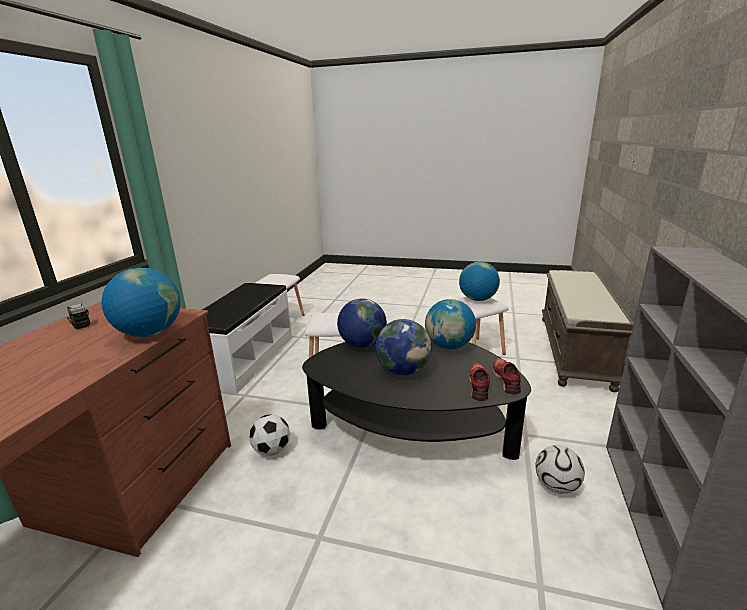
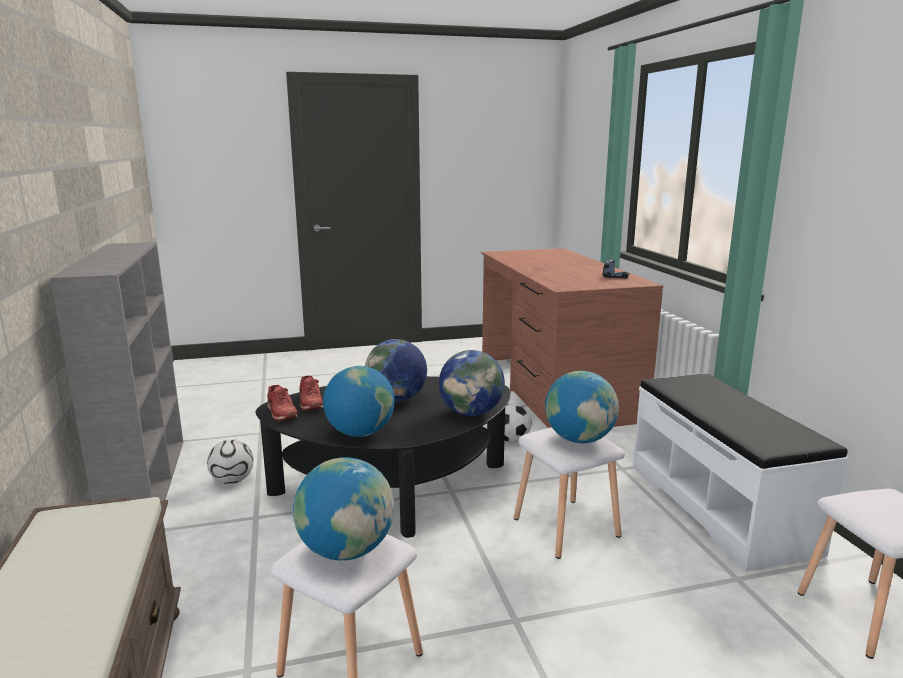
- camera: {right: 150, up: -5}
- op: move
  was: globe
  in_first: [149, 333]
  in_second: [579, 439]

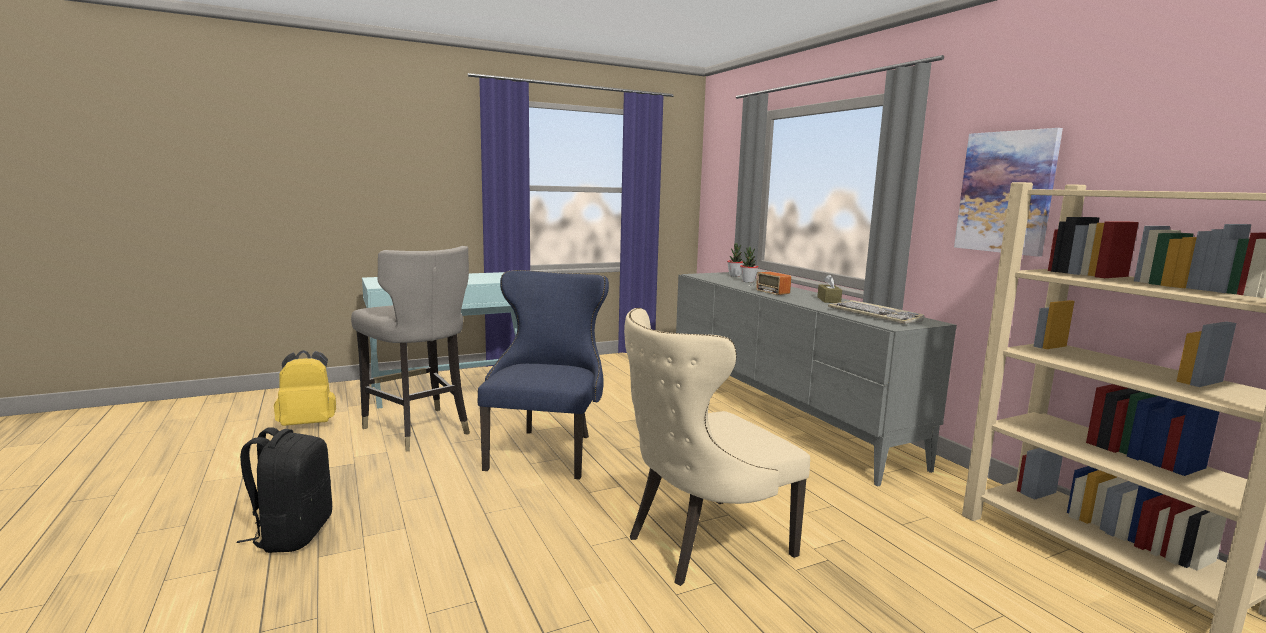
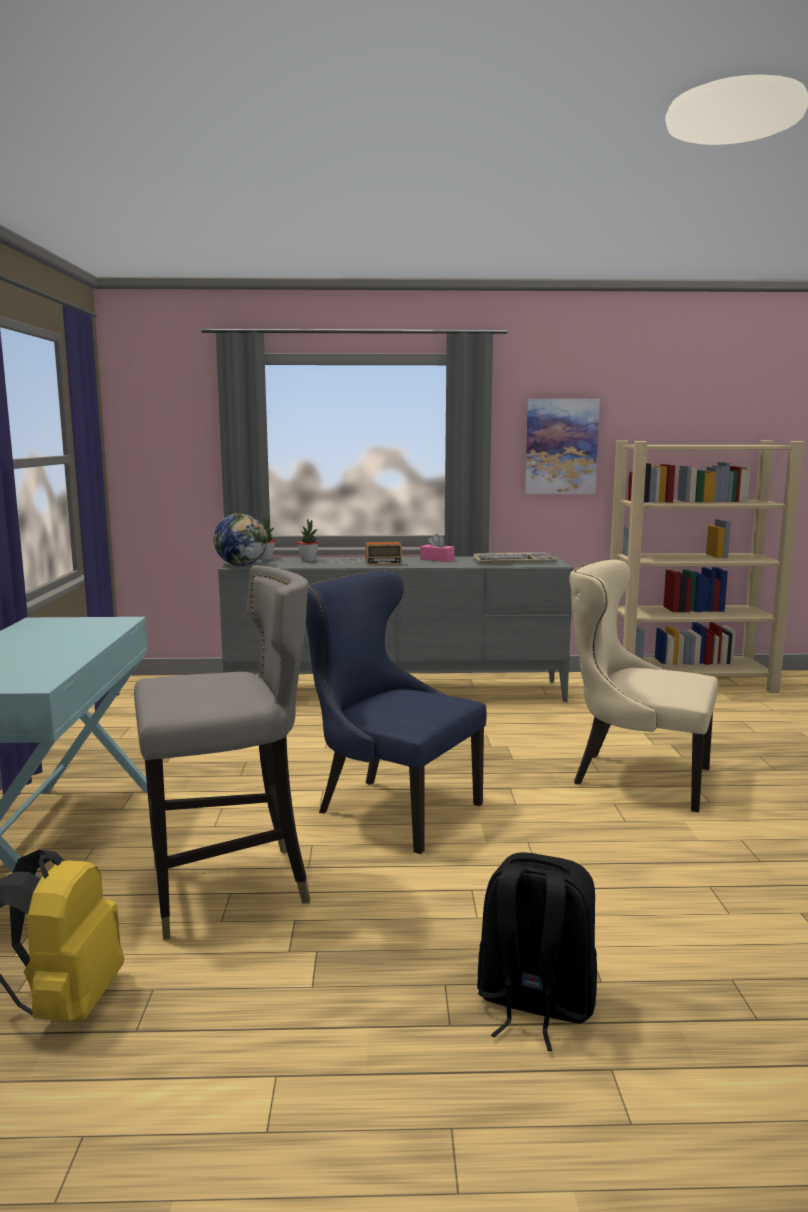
- camera: {right: -65, up: 0}
- op: recolor
  was: brown tissue holder
  now: pinkish tissue holder
  in_first: [828, 300]
  in_second: [437, 559]
- op: rotate
  was: beige upright chair
  in_first: [702, 543]
  in_second: [635, 777]
  clockwise: 120
- op: insert
  now: globe
  in_second: [242, 565]

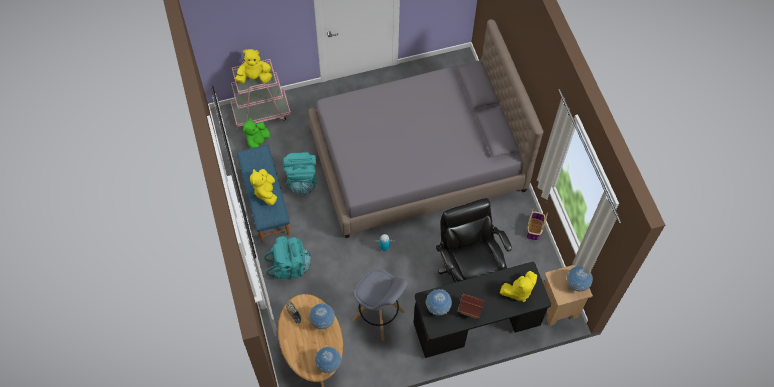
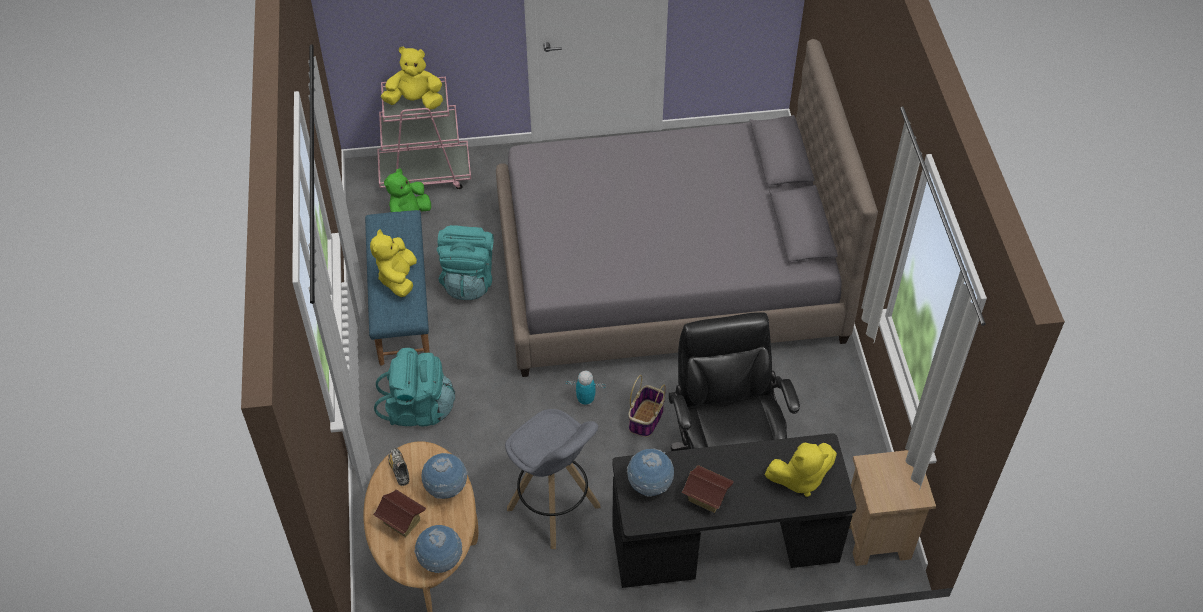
- camera: {right: 10, up: -10}
- op: move
  was: household basket
  in_first: [534, 230]
  in_second: [646, 419]
- op: delete
  was: globe
  in_first: [577, 284]
- op: insert
  now: model house
  in_second: [401, 522]

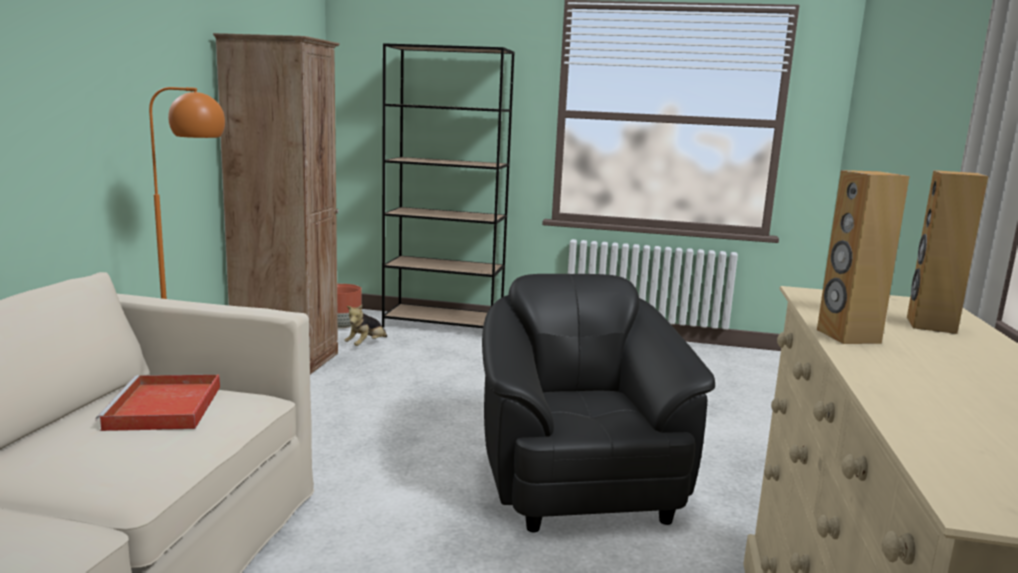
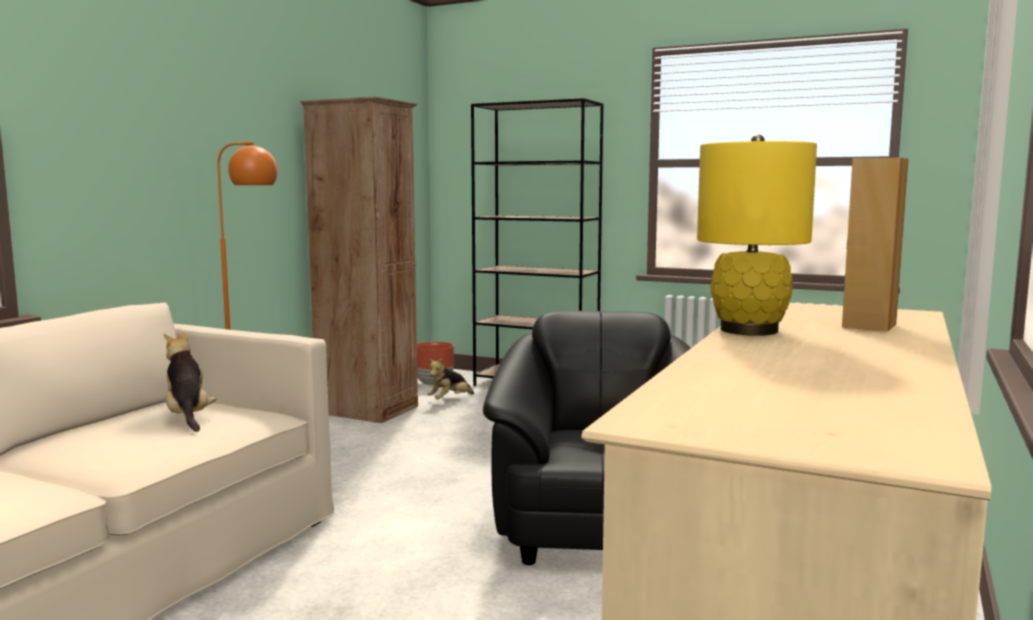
- camera: {right: 15, up: -5}
- op: replace
  was: brown loudspeaker
  now: yellow-coloured lamp for a table
  in_first: [847, 336]
  in_second: [749, 330]
- op: replace
  was: reddish carrying tray
  now: soft toy
  in_first: [164, 408]
  in_second: [188, 417]

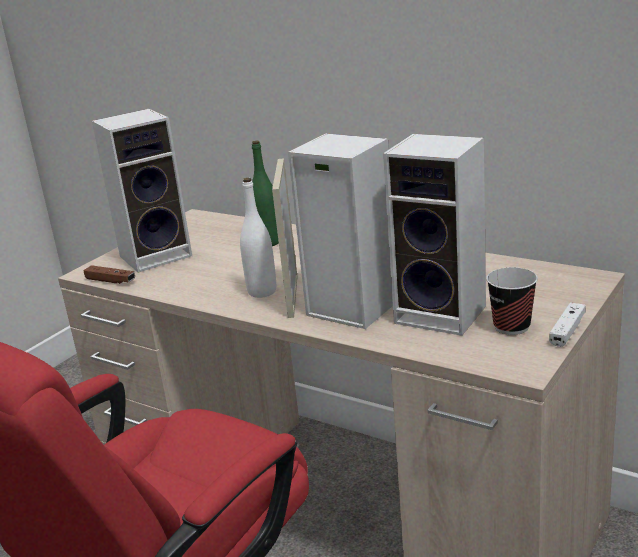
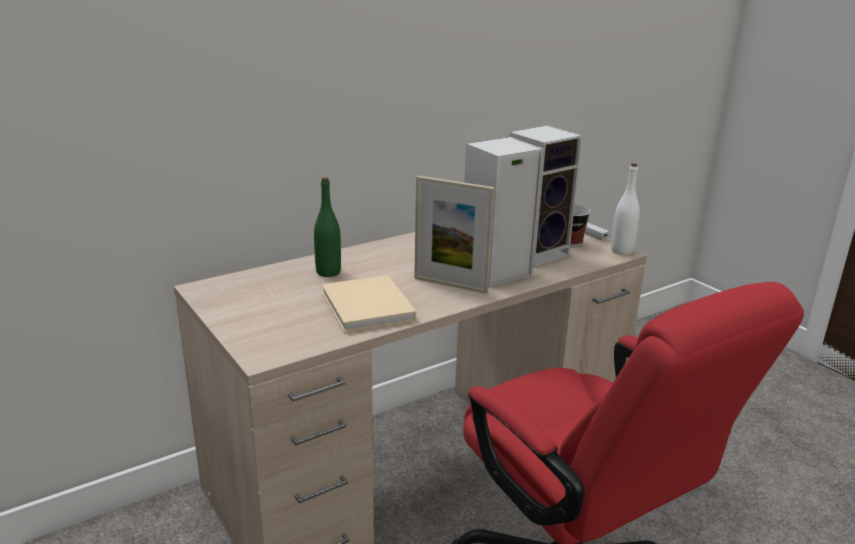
- camera: {right: -70, up: 0}
- op: delete
  was: loudspeaker
  in_first: [157, 255]
- op: move
  was: whitish beverage bottle
  in_first: [262, 292]
  in_second: [622, 251]
- op: delete
  was: brown joypad
  in_first: [110, 281]
- op: insert
  now: beige bound book
  in_second: [368, 308]

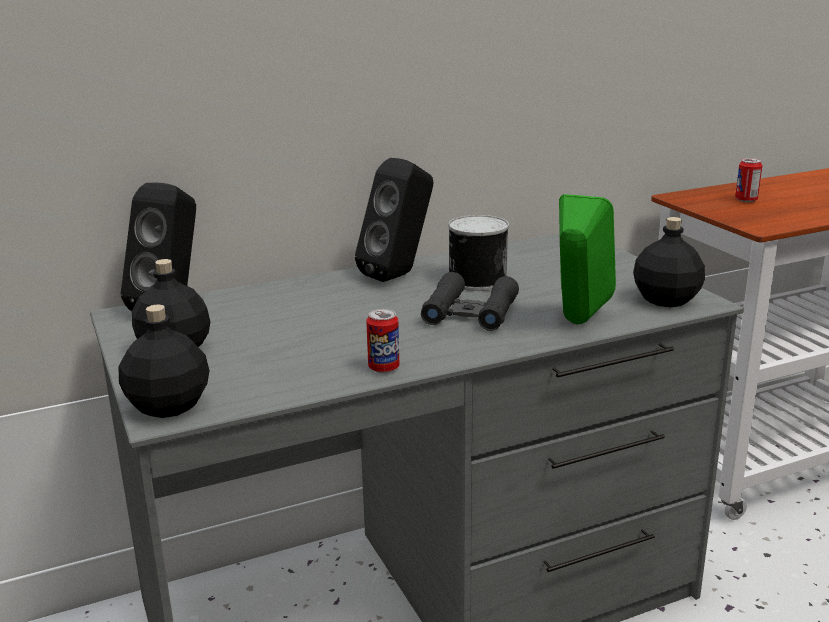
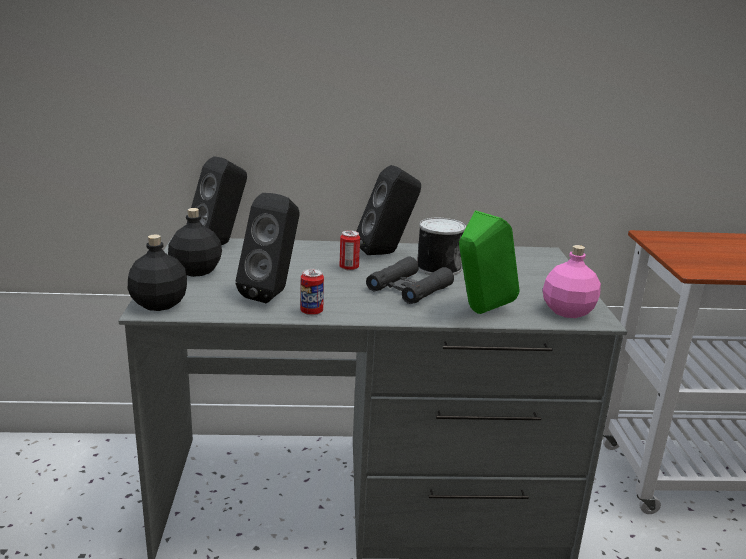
- camera: {right: 20, up: 0}
- op: move
  was: can
  in_first: [746, 200]
  in_second: [349, 268]
- op: recolor
  was: black-coloured beverage bottle
  now: pinkish beverage bottle
  in_first: [666, 300]
  in_second: [567, 311]
- op: insert
  now: black-coloured loudspeaker
  in_second: [273, 294]

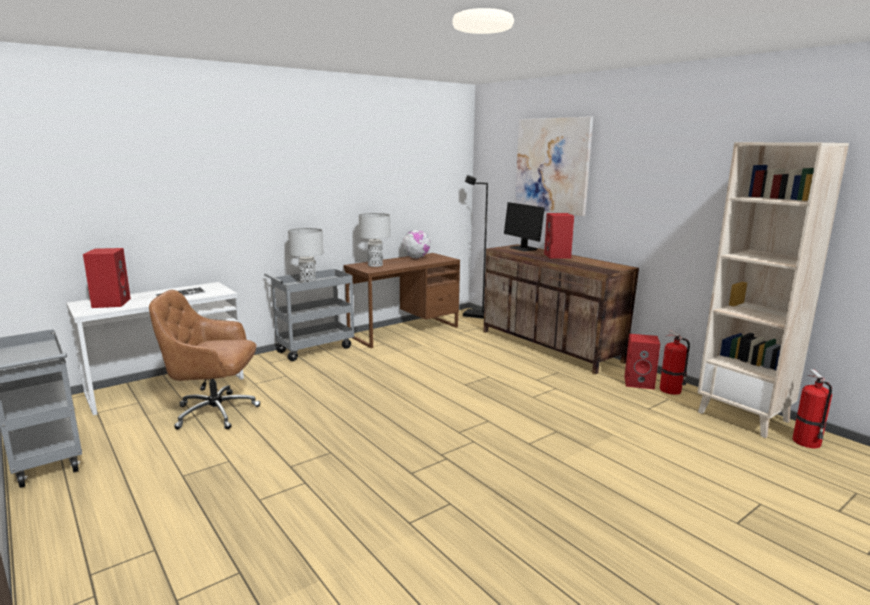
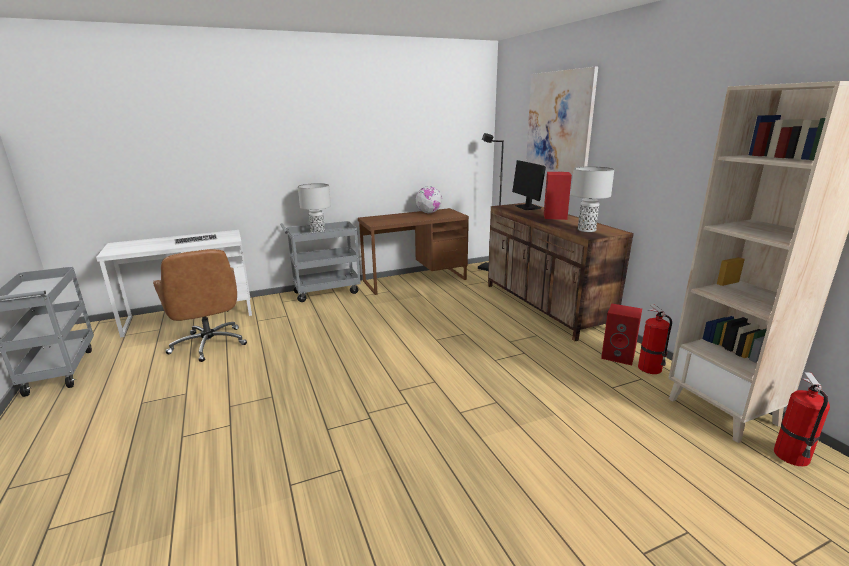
- camera: {right: 15, up: 5}
- op: move
  was: whitish lamp for a table
  in_first: [375, 265]
  in_second: [586, 230]
- op: delete
  was: reddish loudspeaker
  in_first: [111, 303]
- op: rotate
  was: brown office chair
  in_first: [215, 412]
  in_second: [209, 344]
  clockwise: -135

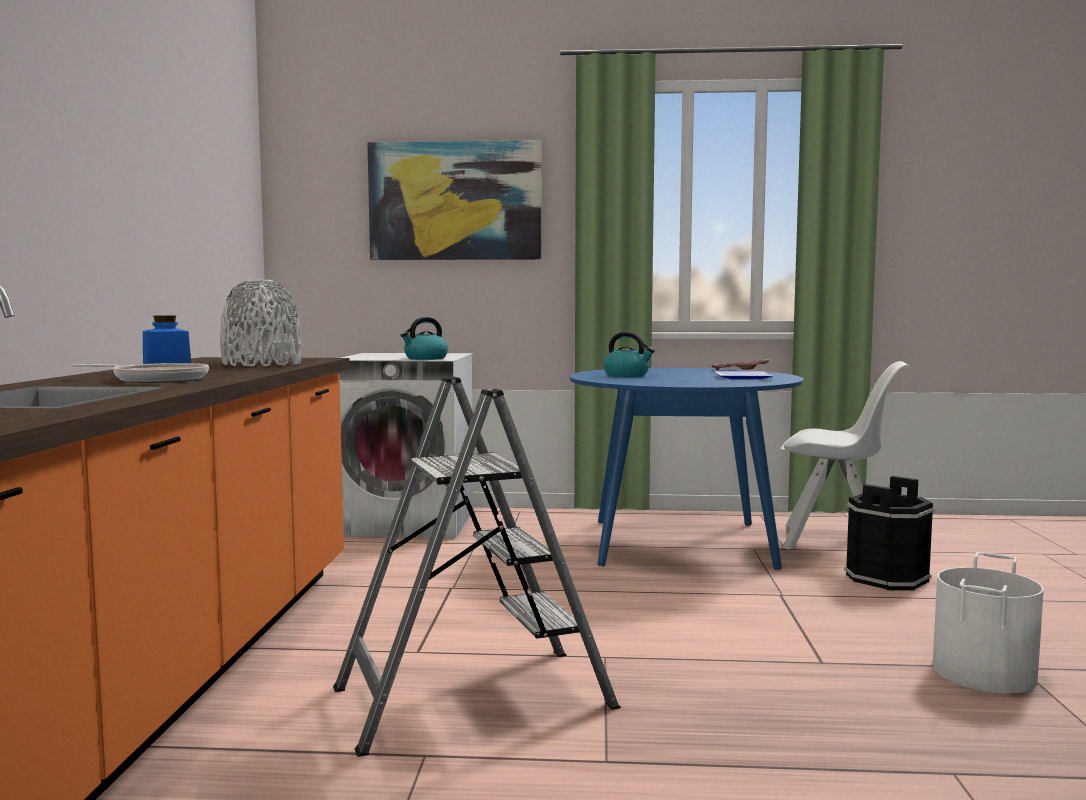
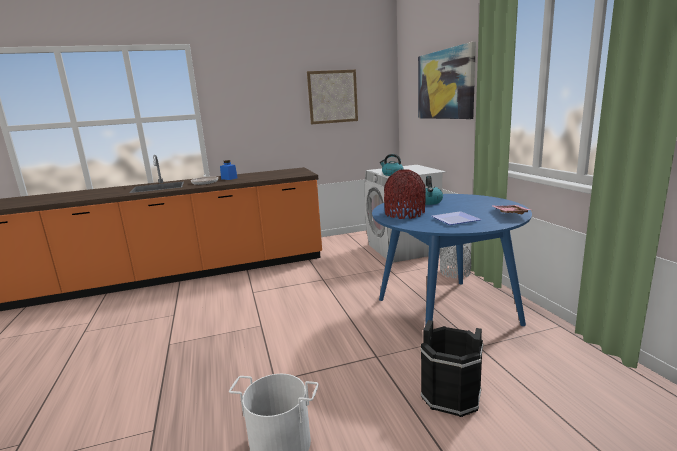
- camera: {right: 70, up: 10}
- op: move
  was: gray decorative vase
  in_first: [262, 364]
  in_second: [455, 272]
- op: delete
  was: whitish upright chair
  in_first: [836, 541]
- op: delete
  was: gray step ladder
  in_first: [469, 697]
- op: insert
  now: wall art
  in_second: [332, 96]
- op: insert
  now: reddish decorative vase
  in_second: [404, 214]

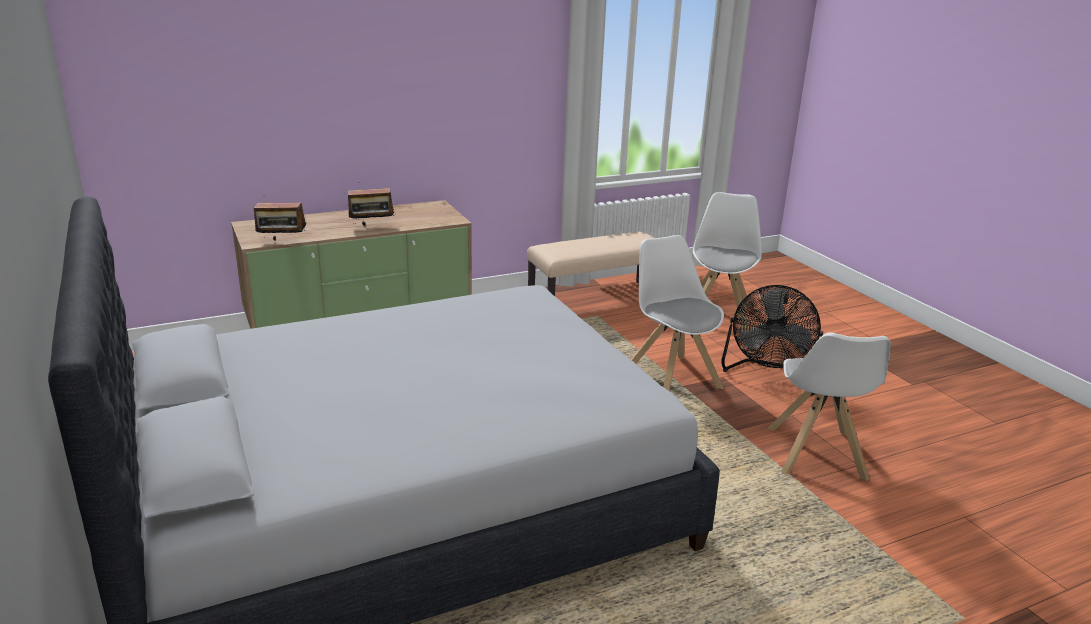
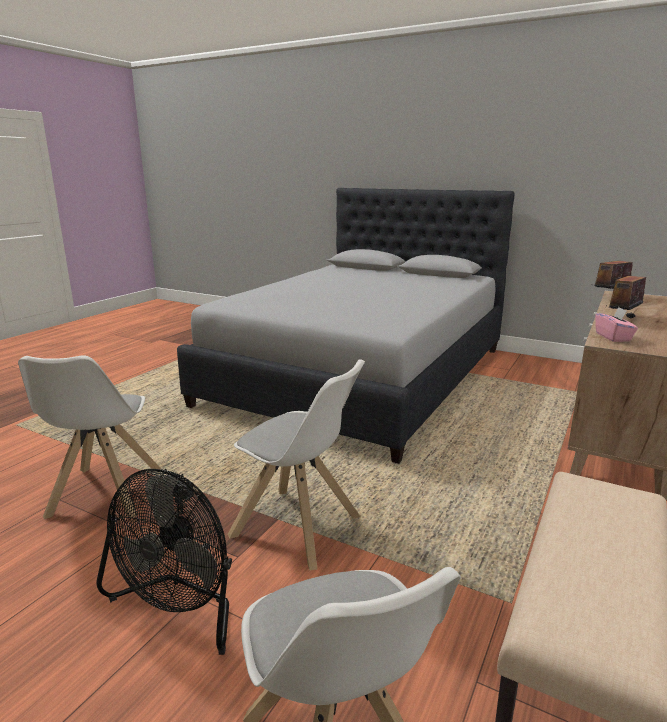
- camera: {right: 145, up: -5}
- op: rotate
  was: black-coloured fan
  in_first: [765, 370]
  in_second: [180, 602]
  clockwise: -135
- op: rotate
  was: upright chair
  in_first: [816, 455]
  in_second: [104, 494]
  clockwise: -150
- op: insert
  now: pinkish tissue holder
  in_second: [613, 337]

